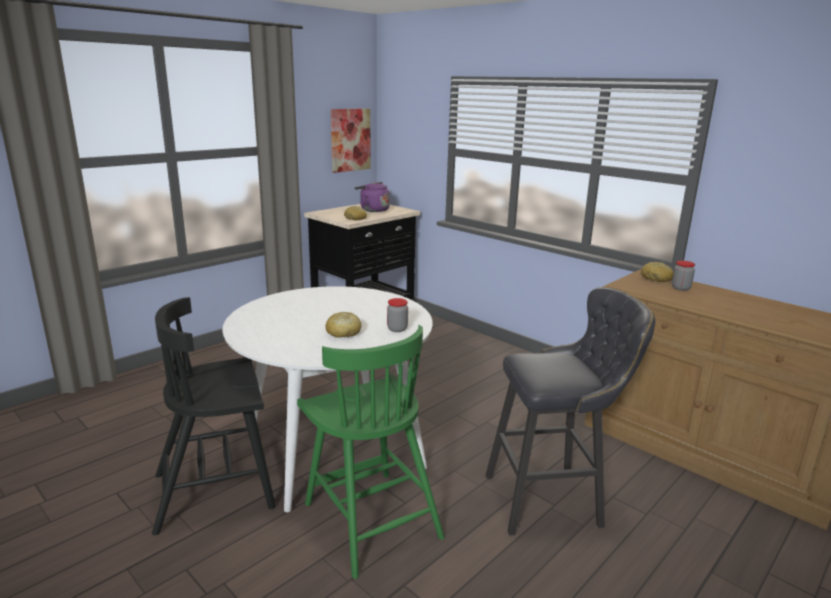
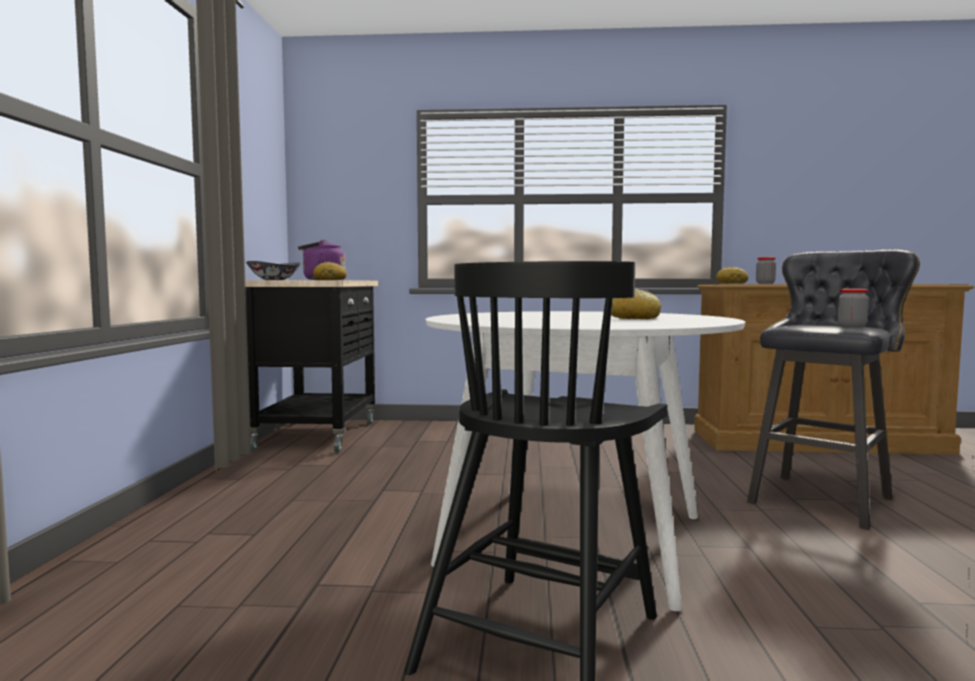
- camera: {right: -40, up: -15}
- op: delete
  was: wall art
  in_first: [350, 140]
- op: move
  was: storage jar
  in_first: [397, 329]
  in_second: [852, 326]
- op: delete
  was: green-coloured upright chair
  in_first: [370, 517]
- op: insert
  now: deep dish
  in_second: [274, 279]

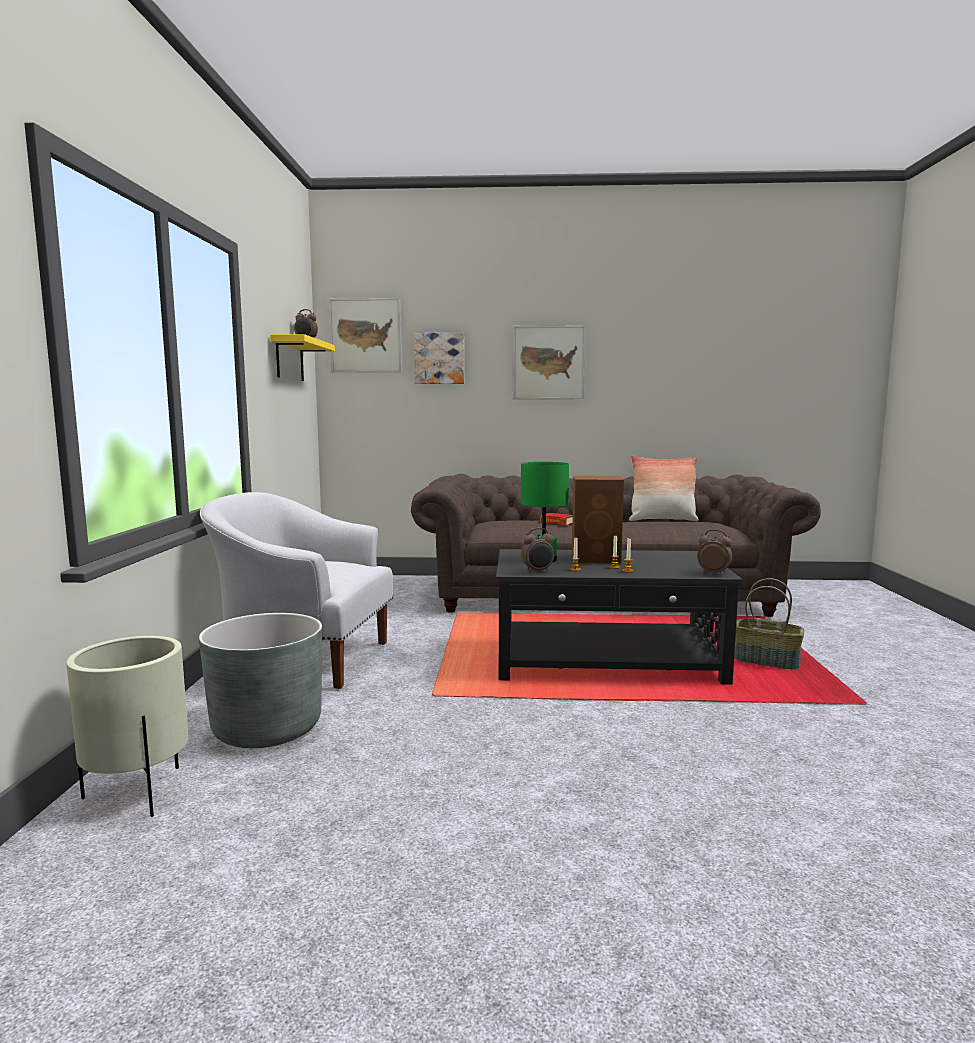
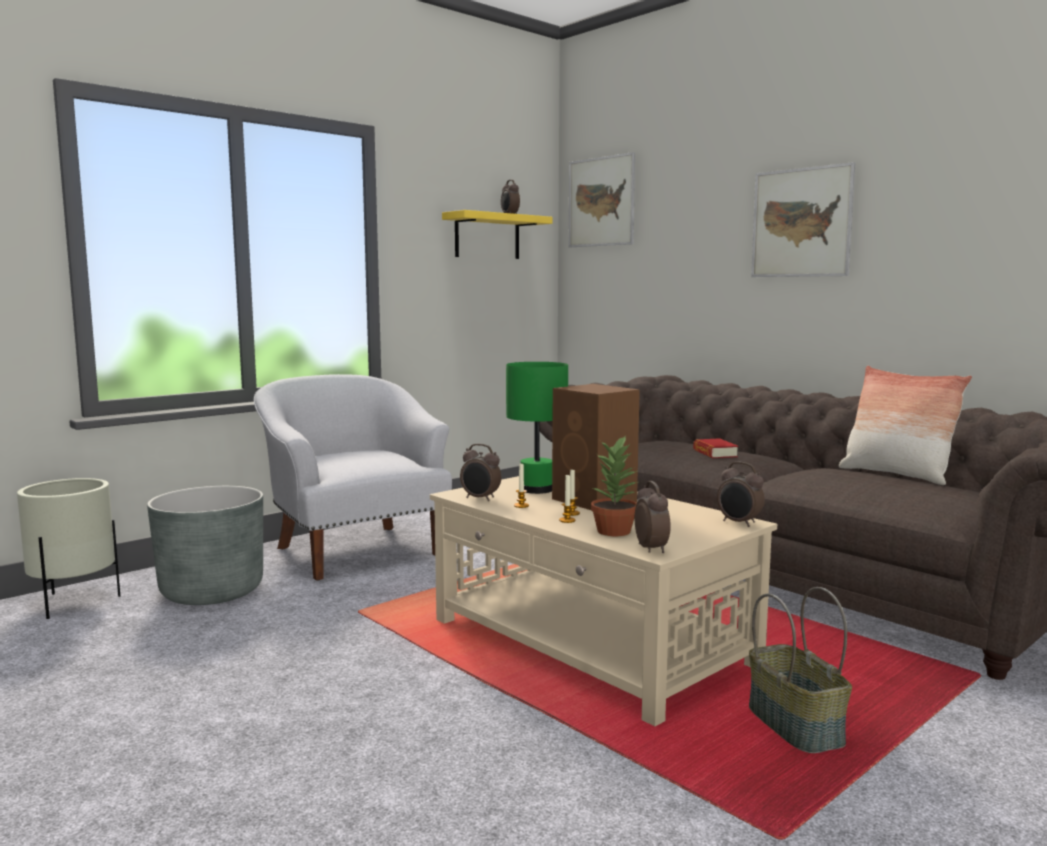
- camera: {right: 45, up: 0}
- op: delete
  was: wall art
  in_first: [439, 358]
- op: recolor
  was: black-coloured coffee table
  now: beige coffee table
  in_first: [607, 660]
  in_second: [590, 644]
- op: insert
  now: plant in a pot
  in_second: [615, 531]
- op: insert
  now: alarm clock
  in_second: [739, 523]

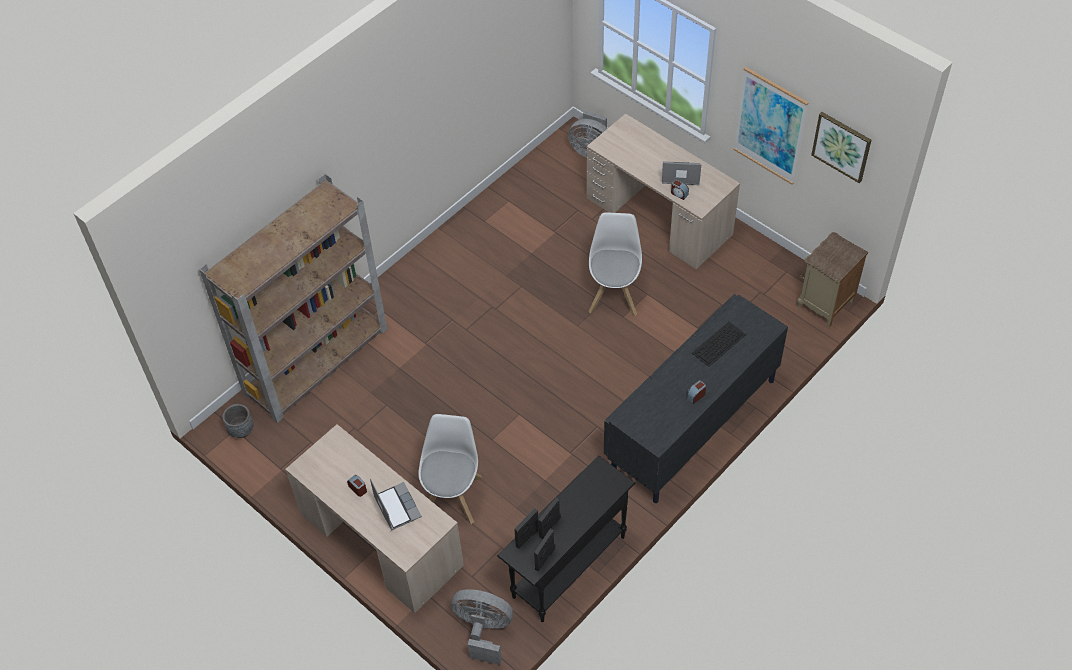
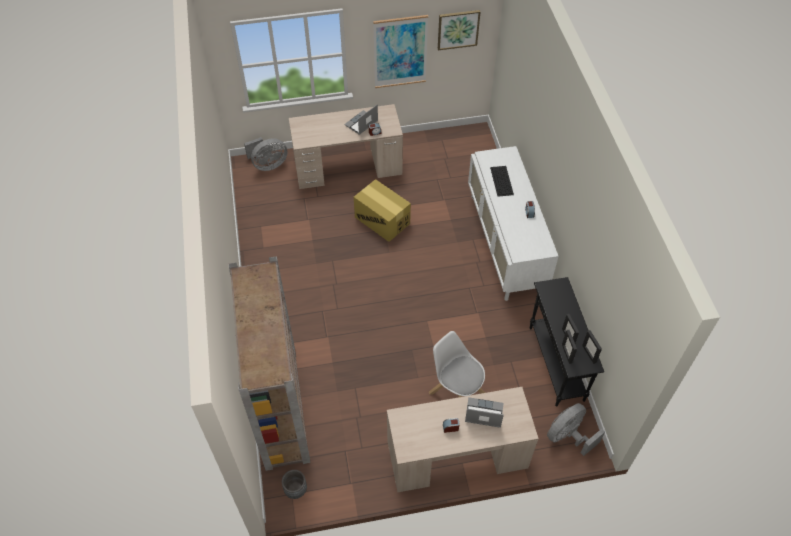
- camera: {right: -55, up: 0}
- op: replace
  was: upright chair
  now: carton
  in_first: [614, 293]
  in_second: [382, 220]
- op: delete
  was: beige bedside table
  in_first: [824, 303]
- op: recolor
  was: black-coloured storage cabinet
  now: whitish storage cabinet
  in_first: [691, 422]
  in_second: [505, 243]

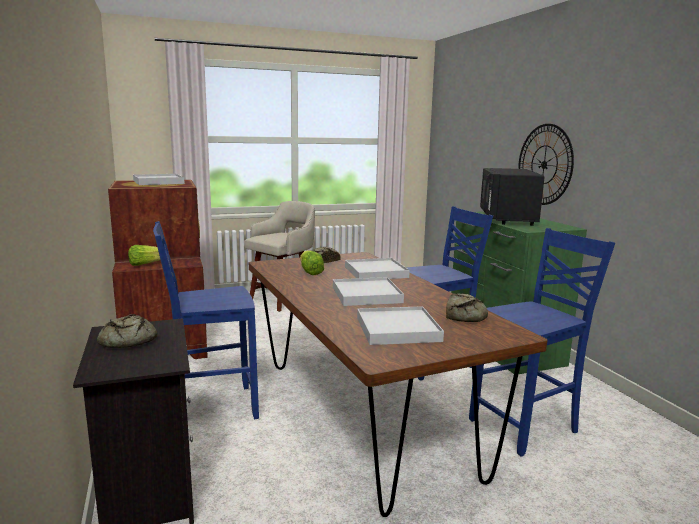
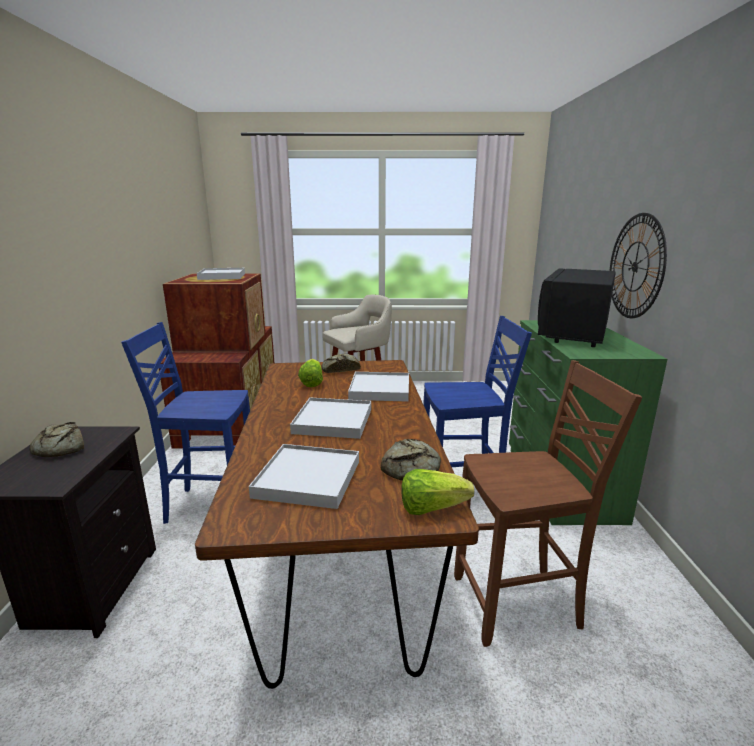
- camera: {right: 20, up: 5}
- op: recolor
  was: bluish upright chair
  now: brown upright chair
  in_first: [526, 427]
  in_second: [519, 604]
- op: move
  was: head of lettuce
  in_first: [145, 264]
  in_second: [432, 508]

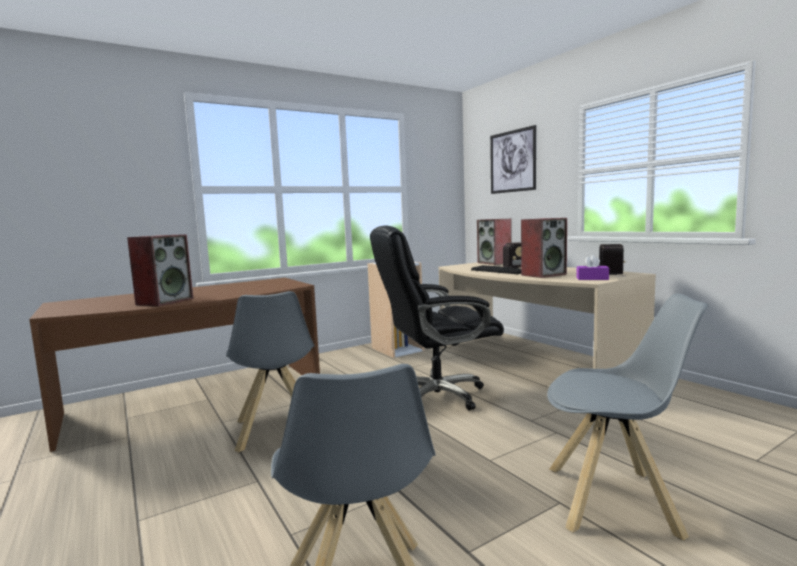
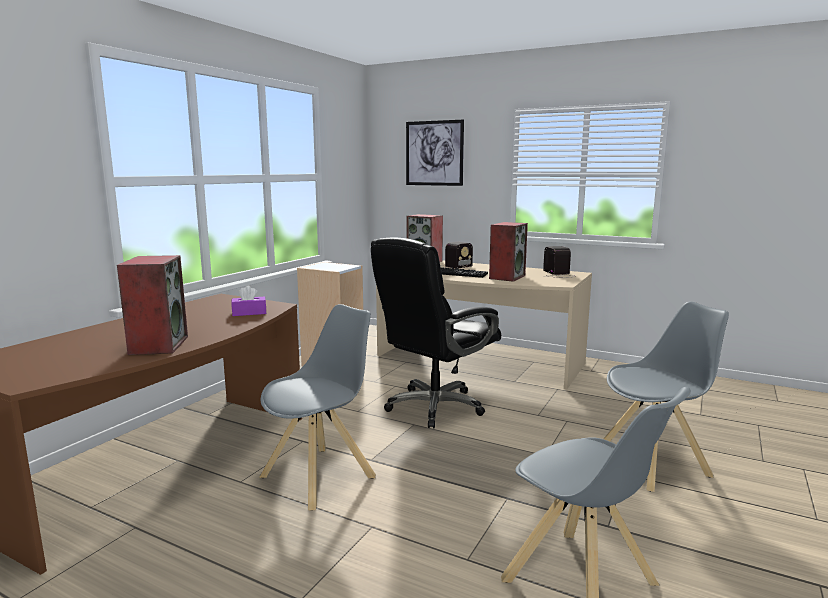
- camera: {right: -30, up: 5}
- op: move
  was: purplish tissue holder
  in_first: [592, 279]
  in_second: [249, 313]
- op: rotate
  was: gray upright chair
  in_first: [277, 430]
  in_second: [321, 475]
  clockwise: -90

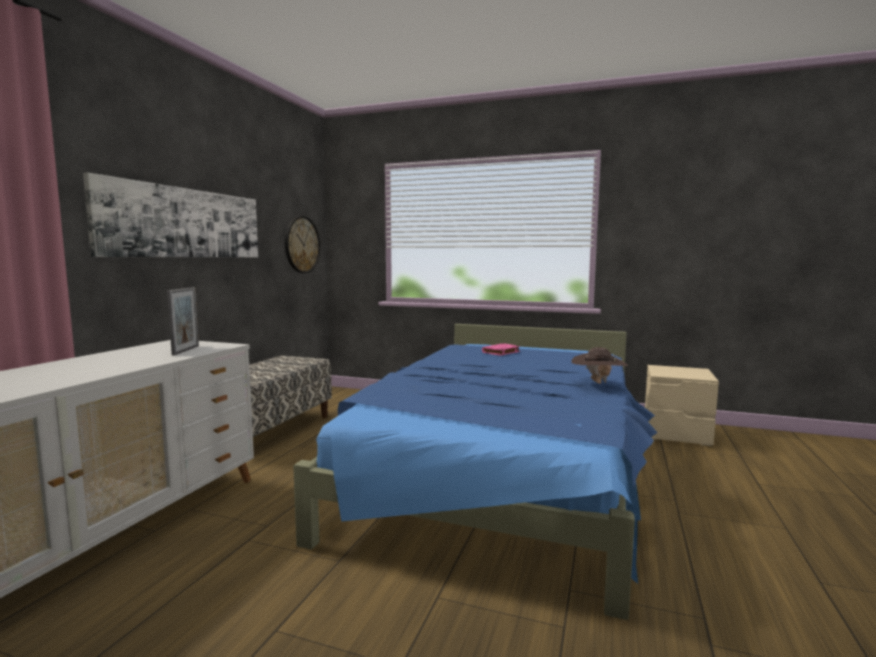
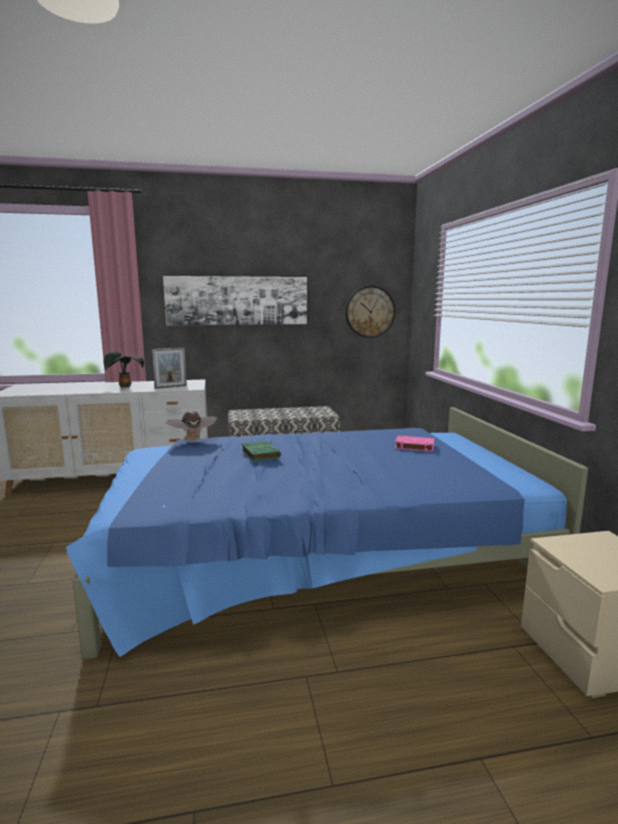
- camera: {right: 60, up: 5}
- op: move
  was: brown wearable hat
  in_first: [597, 384]
  in_second: [192, 440]
- op: insert
  now: plant in a pot
  in_second: [124, 387]
- op: insert
  now: green-coloured bound book
  in_second: [260, 454]

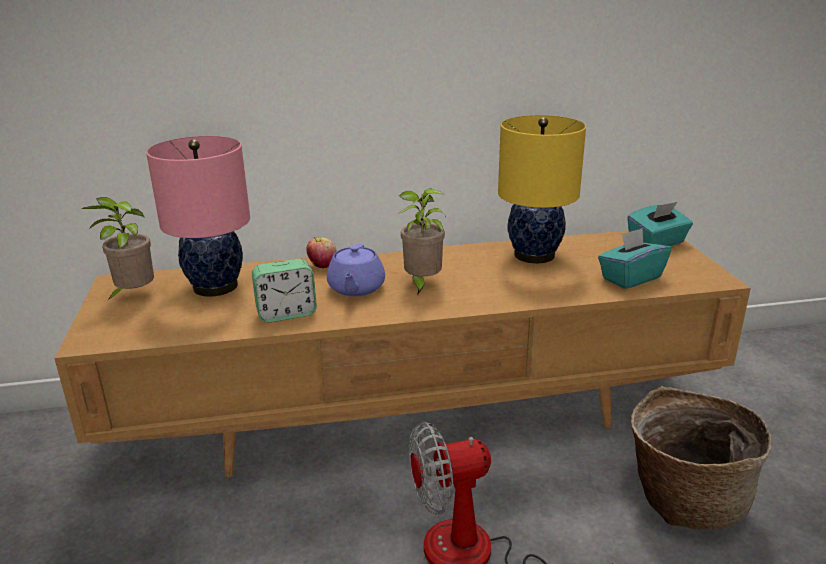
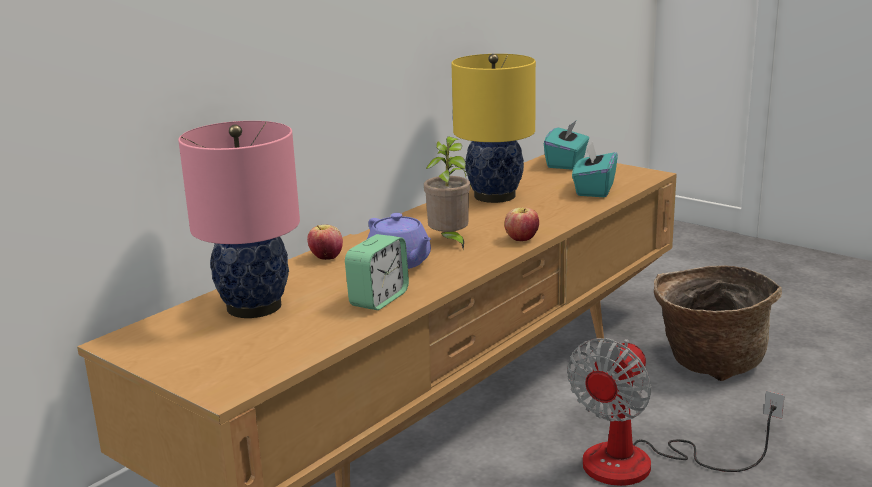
- camera: {right: -40, up: -5}
- op: delete
  was: plant in a pot
  in_first: [133, 295]
- op: insert
  now: whole apple
  in_second: [521, 239]

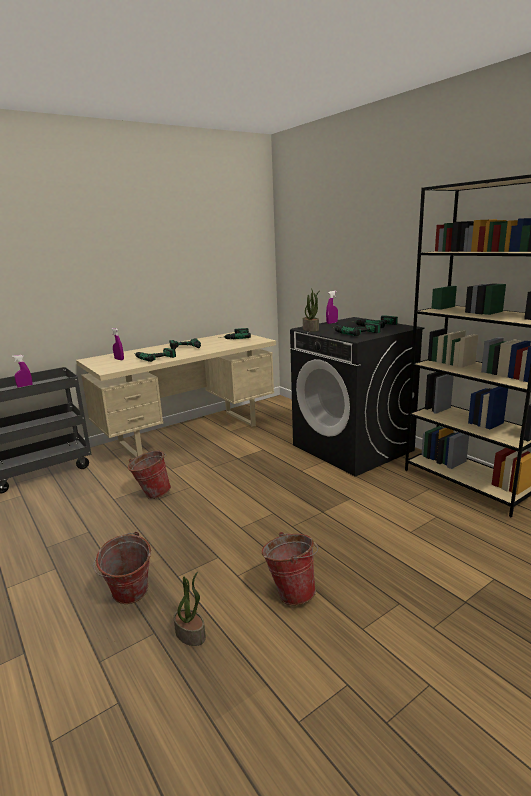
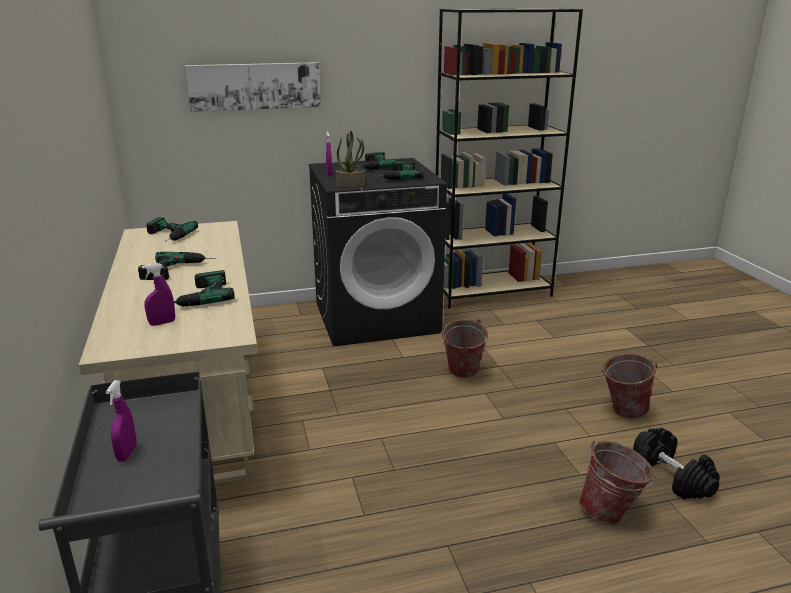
- camera: {right: -70, up: 5}
- op: move
  was: bucket
  in_first: [151, 494]
  in_second: [461, 374]
- op: replace
  was: plant in a pot
  now: black-coloured dumbbell
  in_first: [191, 634]
  in_second: [672, 477]
- op: insert
  now: wall art
  in_second: [254, 86]

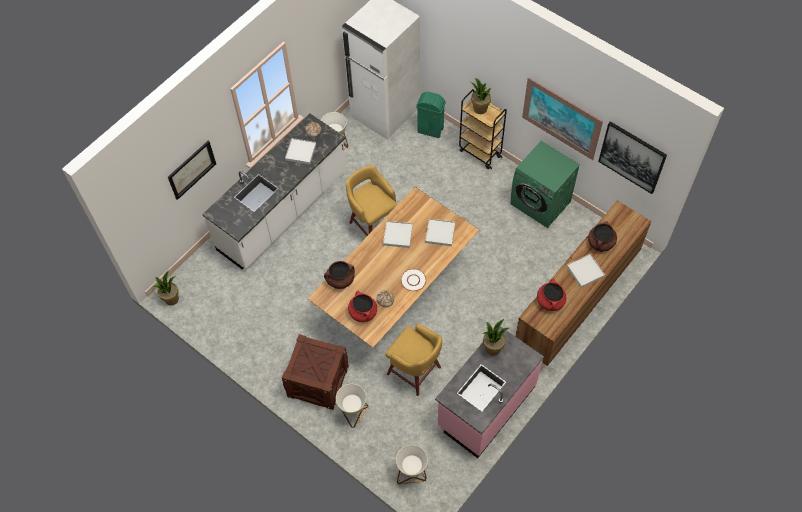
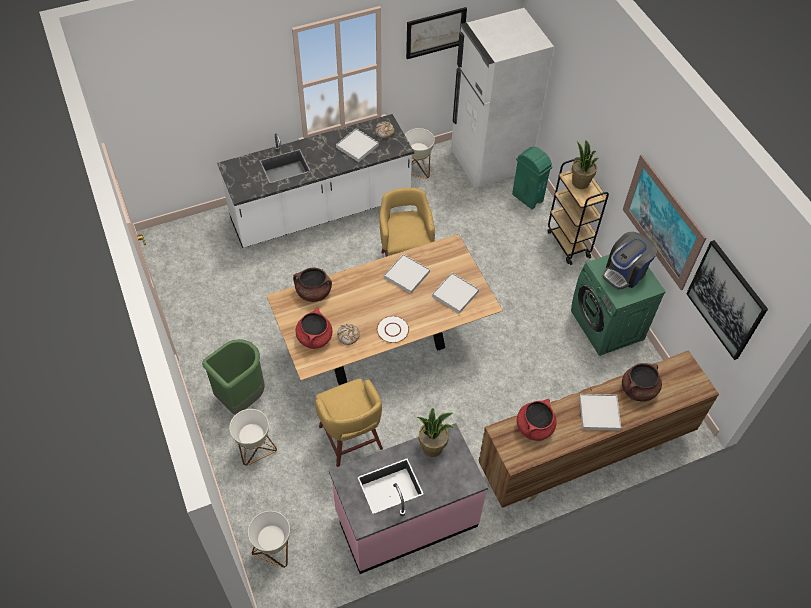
- camera: {right: 25, up: -5}
- op: move
  was: wall art
  in_first: [191, 169]
  in_second: [435, 32]
- op: delete
  was: plant in a pot
  in_first: [171, 299]
- op: replace
  was: crate
  now: green-coloured rubbish bin
  in_first: [318, 382]
  in_second: [241, 397]
- op: insert
  now: coffee machine
  in_second: [625, 272]

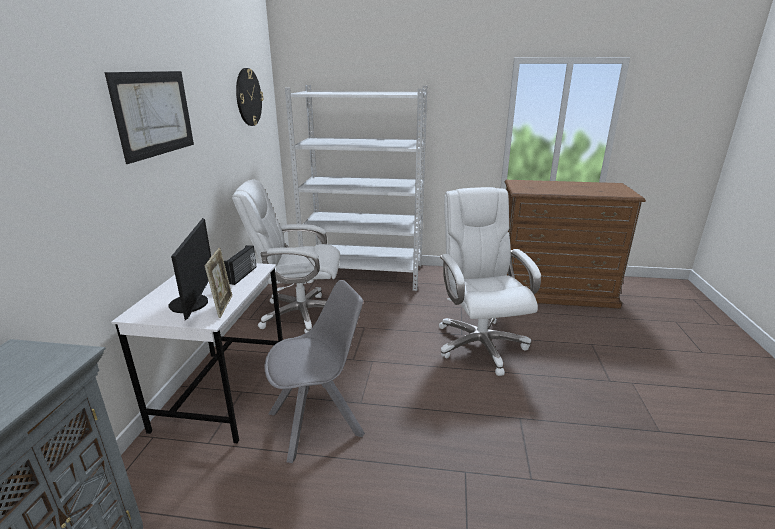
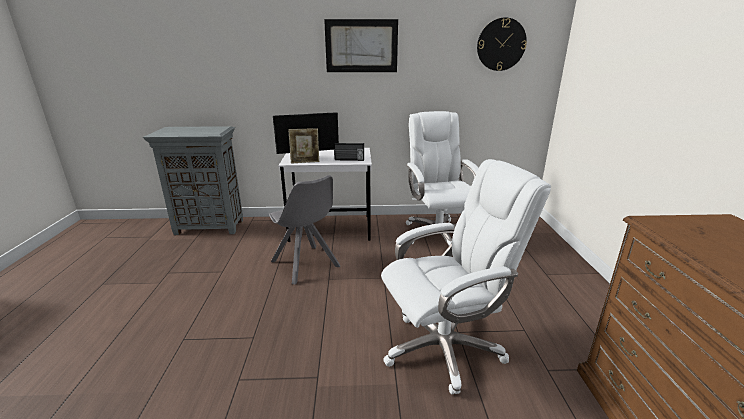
- camera: {right: 80, up: 0}
- op: delete
  was: whitish shelving unit
  in_first: [364, 274]

